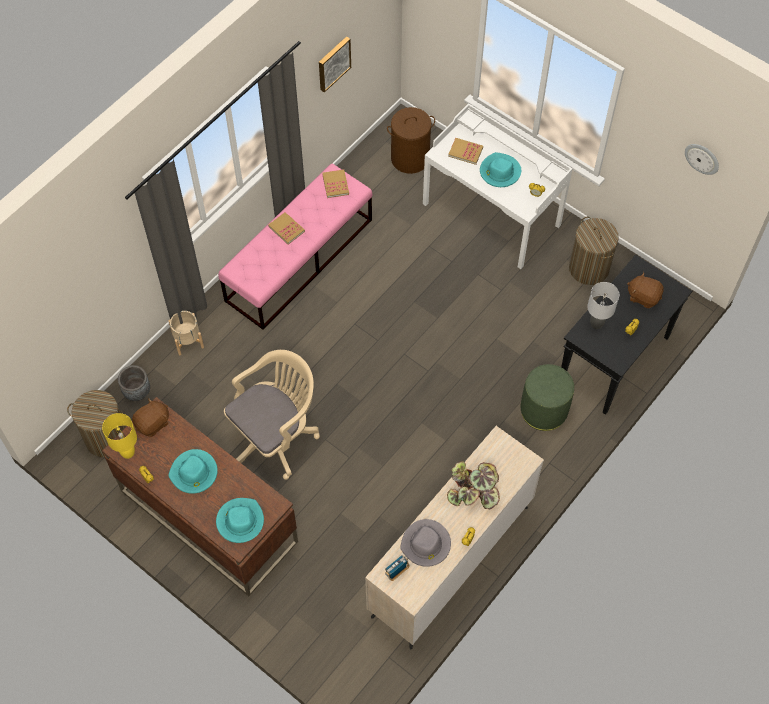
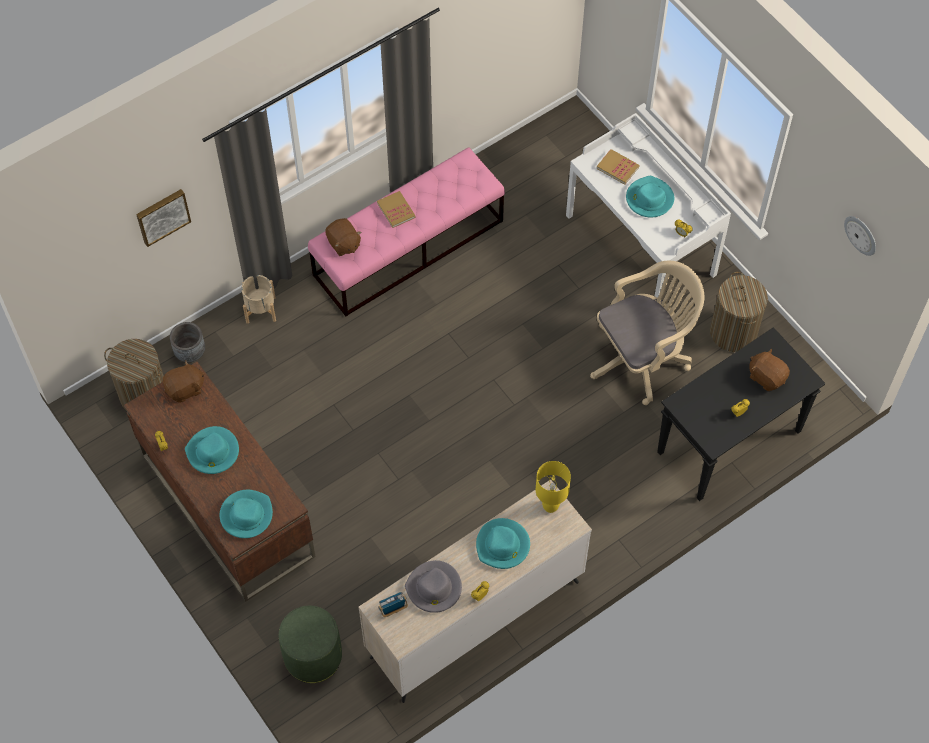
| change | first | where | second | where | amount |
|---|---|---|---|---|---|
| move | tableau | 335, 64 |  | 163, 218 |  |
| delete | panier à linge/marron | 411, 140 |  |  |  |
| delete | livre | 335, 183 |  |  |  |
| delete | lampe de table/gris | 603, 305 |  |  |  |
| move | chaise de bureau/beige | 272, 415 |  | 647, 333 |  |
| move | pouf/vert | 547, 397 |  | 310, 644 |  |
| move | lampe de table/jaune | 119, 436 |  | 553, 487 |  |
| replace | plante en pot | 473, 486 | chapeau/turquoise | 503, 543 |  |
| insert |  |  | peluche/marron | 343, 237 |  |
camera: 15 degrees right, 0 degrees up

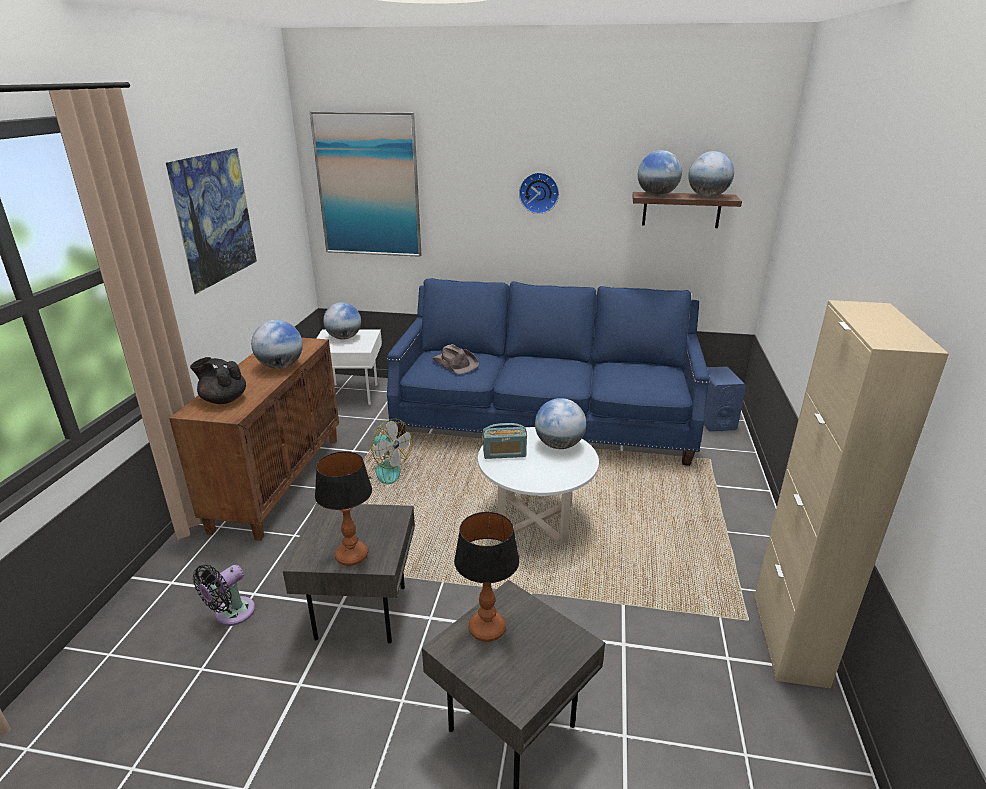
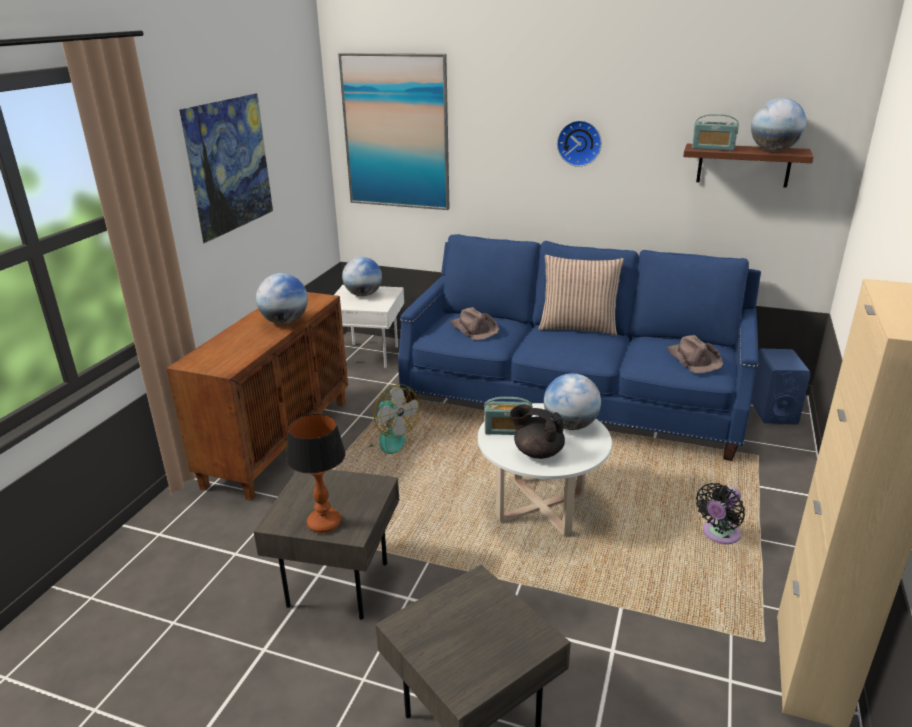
| change | first | where | second | where | amount |
|---|---|---|---|---|---|
| replace | globe | 660, 173 | radio | 715, 132 |  |
| move | théière/noir | 218, 380 |  | 537, 432 |  |
| delete | lampe de table | 487, 577 |  |  |  |
| move | ventilateur/noir | 224, 595 |  | 720, 513 |  |
| insert |  |  | coussin | 581, 295 |  |
| insert |  |  | chapeau/marron | 695, 354 |  |
camera: 10 degrees right, 0 degrees up

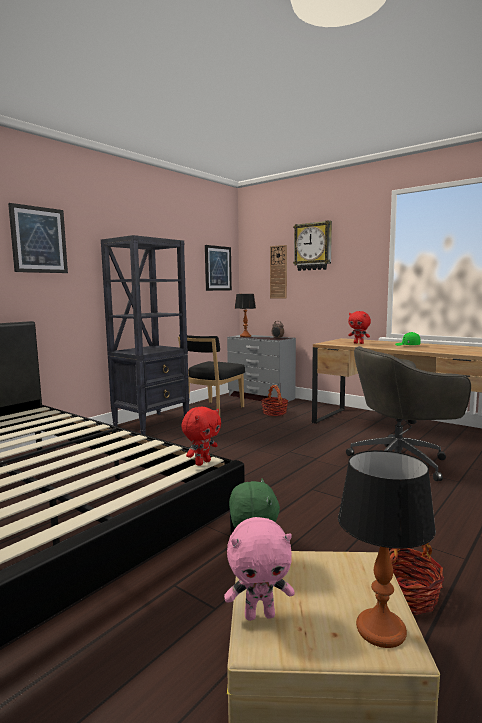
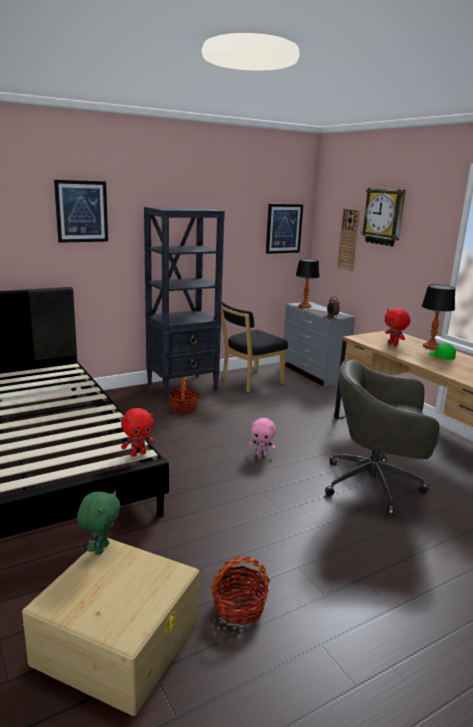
| change | first | where | second | where | amount |
|---|---|---|---|---|---|
| move | panier | 274, 400 |  | 183, 395 |  |
| move | lampe de table | 387, 549 |  | 438, 317 |  |
| move | peluche/rose | 259, 569 |  | 262, 437 |  |
camera: 20 degrees right, 10 degrees up

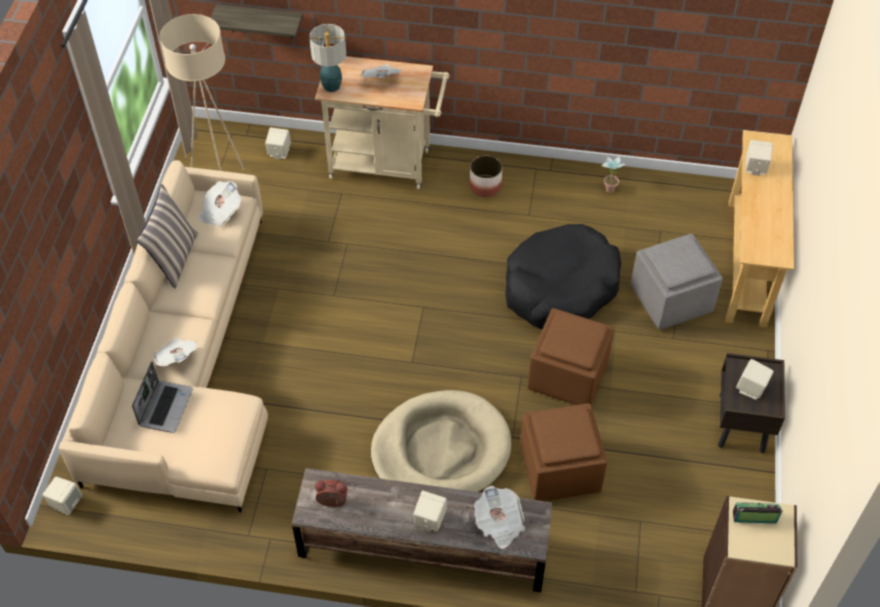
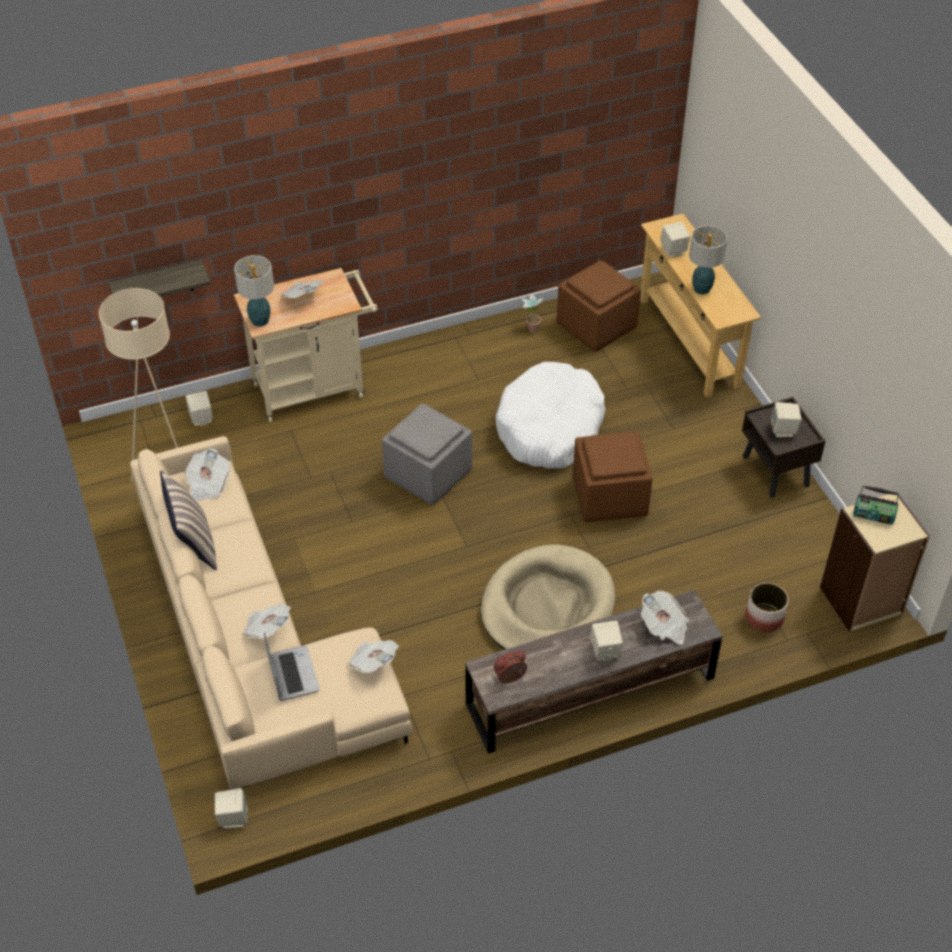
| change | first | where | second | where | amount |
|---|---|---|---|---|---|
| move | cache-pot | 485, 176 |  | 766, 607 |  |
| recolor | panier pour chien/noir | 563, 276 | panier pour chien/blanc | 550, 415 |  |
| move | pouf/gris | 676, 282 |  | 427, 454 |  |
| move | pouf/marron | 563, 452 |  | 599, 306 |  |
| rotate | radio | 758, 513 |  | 876, 505 | 135 degrees counterclockwise |
| insert |  |  | lampe de table | 708, 260 |  |
| insert |  |  | journal | 373, 656 |  |
camera: 30 degrees left, 5 degrees down

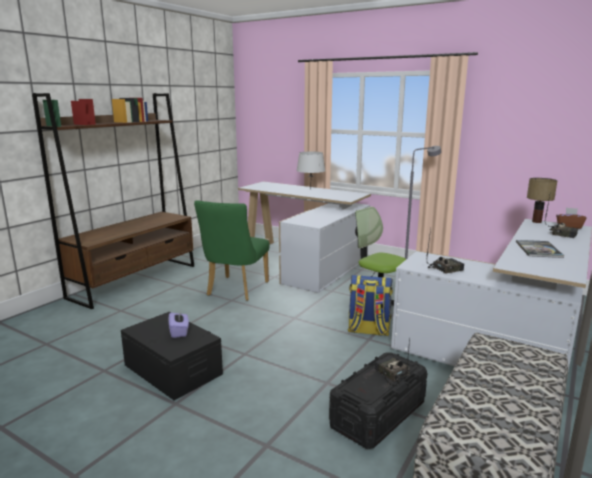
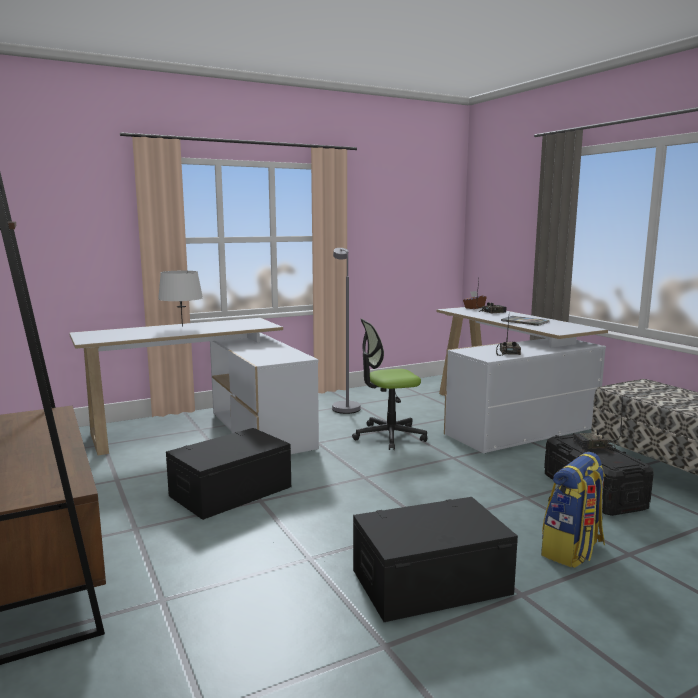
| change | first | where | second | where | amount |
|---|---|---|---|---|---|
| delete | lampe de table | 542, 200 |  |  |  |
| replace | chaise/vert | 232, 250 | boîte de rangement/noir | 228, 474 |  |
| move | sac à dos | 370, 305 |  | 573, 510 |  |
| delete | boîte à mouchoirs/violet | 179, 324 |  |  |  |
camera: 60 degrees left, 5 degrees down

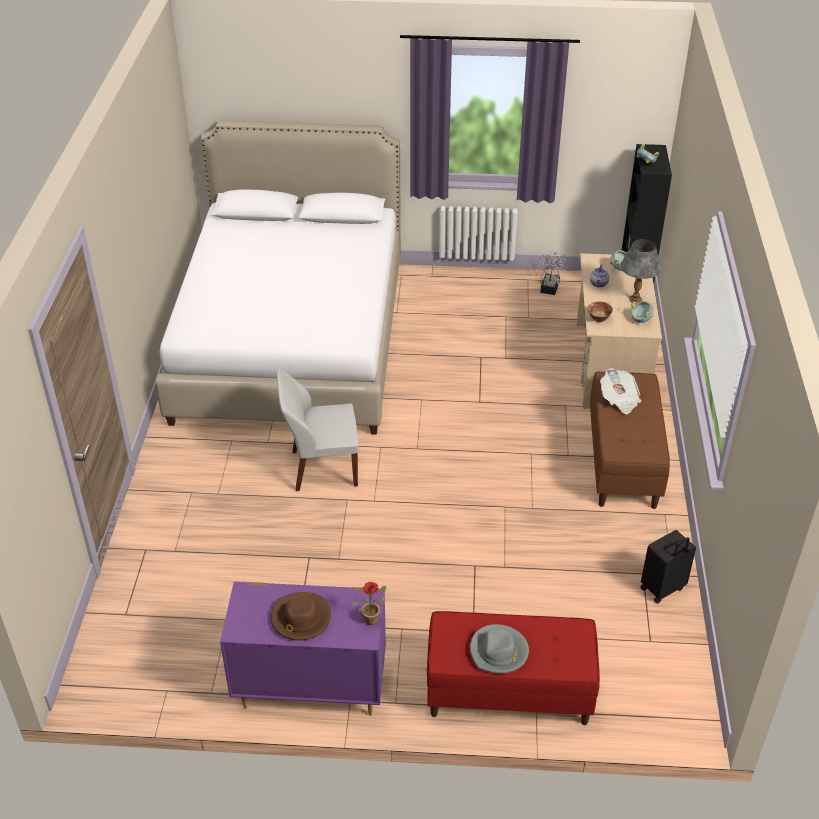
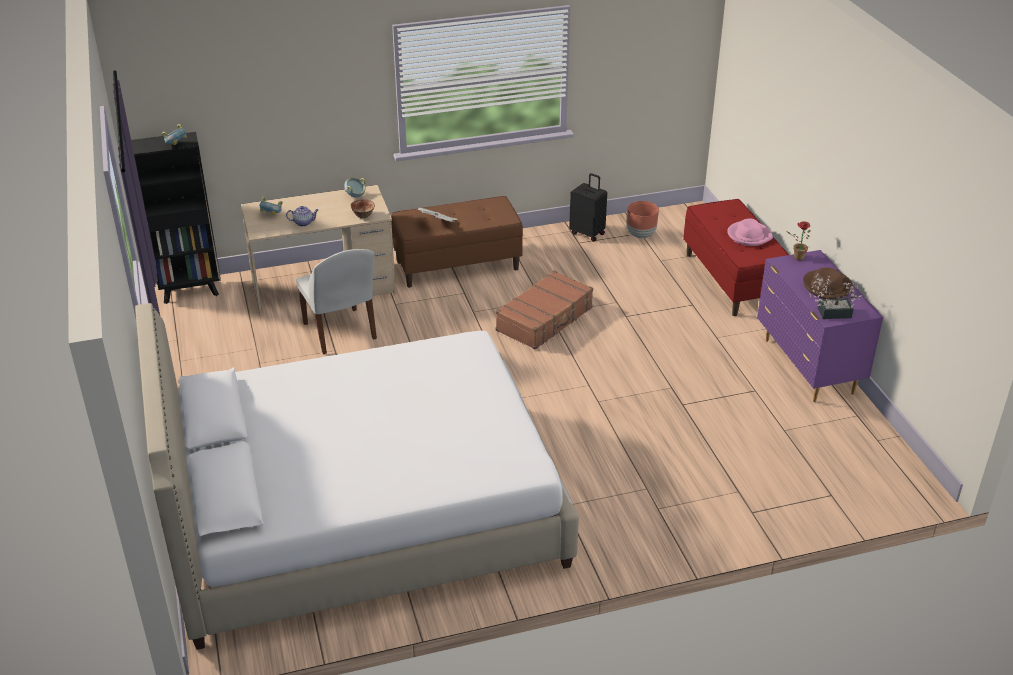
| change | first | where | second | where | amount |
|---|---|---|---|---|---|
| delete | lampe de table/gris | 640, 271 |  |  |  |
| move | plante en pot | 553, 273 |  | 835, 296 |  |
| move | chaise/blanc | 317, 429 |  | 336, 301 |  |
| recolor | chapeau/gris | 499, 649 | chapeau/rose | 750, 232 |  |
| insert |  |  | cache-pot/marron | 643, 219 |  |
| insert |  |  | valise/marron | 544, 310 |  |
camera: 110 degrees left, 5 degrees down

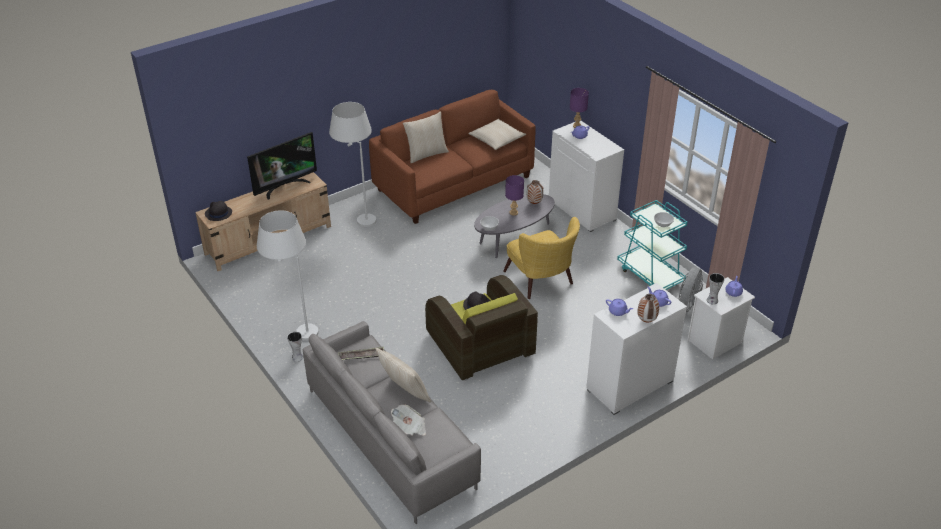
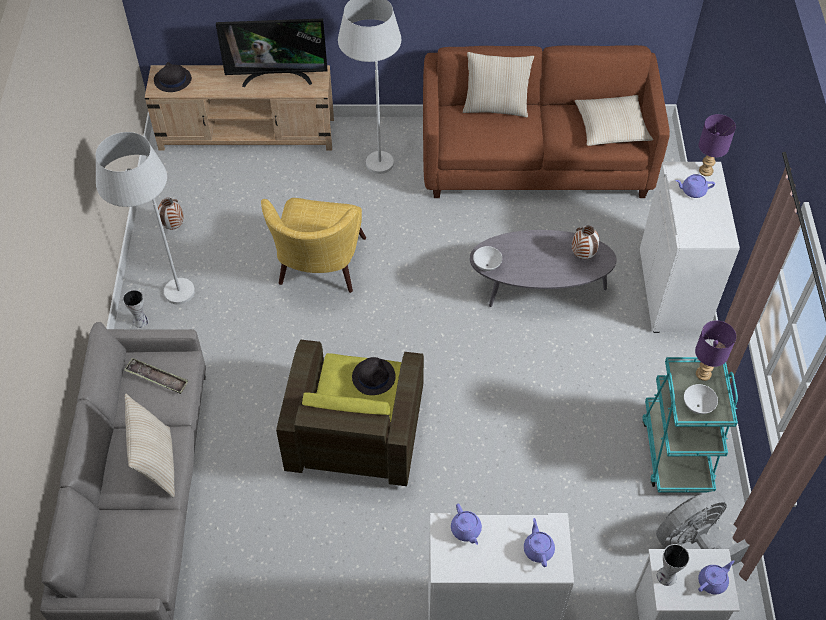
| change | first | where | second | where | amount |
|---|---|---|---|---|---|
| move | lampe de table/violet | 514, 195 |  | 715, 351 |  |
| move | fauteuil/jaune | 541, 258 |  | 313, 245 |  |
| move | vase | 648, 308 |  | 171, 213 |  |
| delete | journal | 408, 420 |  |  |  |
camera: 35 degrees right, 15 degrees up

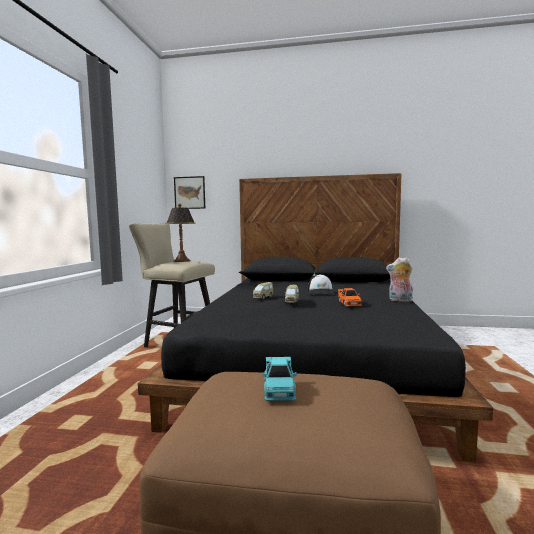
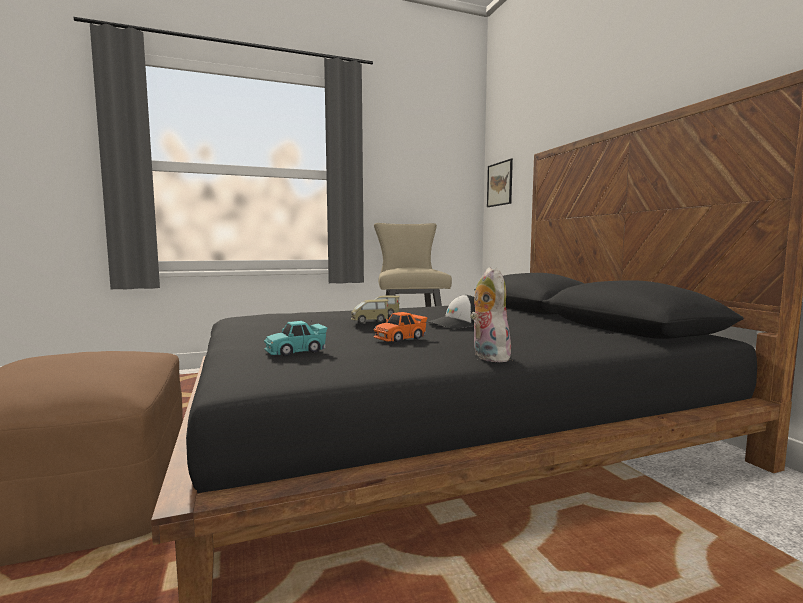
| change | first | where | second | where | amount |
|---|---|---|---|---|---|
| delete | lampe de table | 180, 233 |  |  |  |
| move | petite voiture/turquoise | 279, 379 |  | 296, 338 |  |
camera: 60 degrees right, 0 degrees up

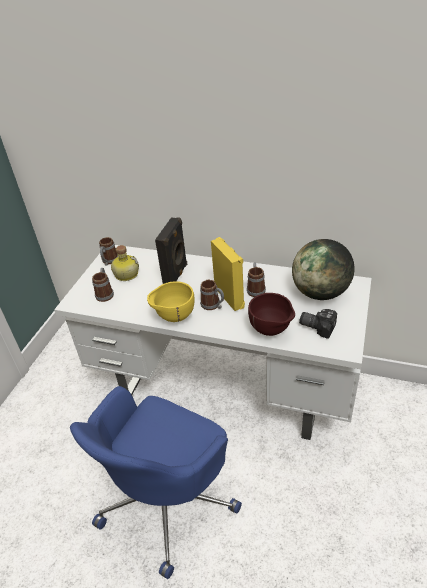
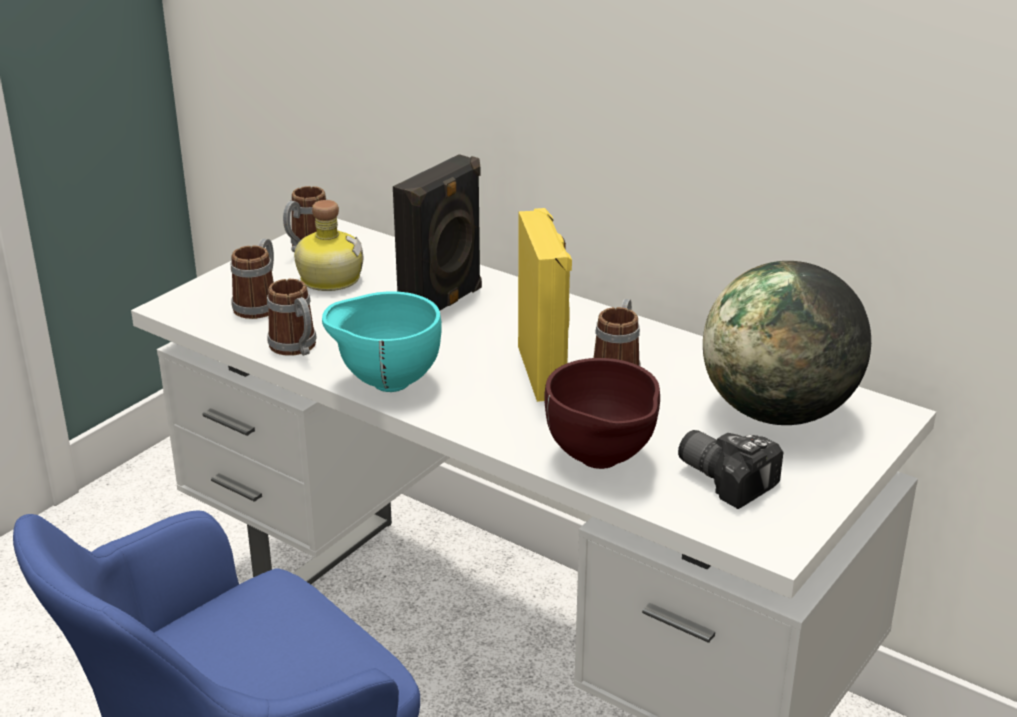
| change | first | where | second | where | amount |
|---|---|---|---|---|---|
| move | mug | 212, 295 |  | 292, 317 |  |
| recolor | bol/jaune | 170, 301 | bol/turquoise | 382, 341 |  |
camera: 15 degrees right, 10 degrees down

